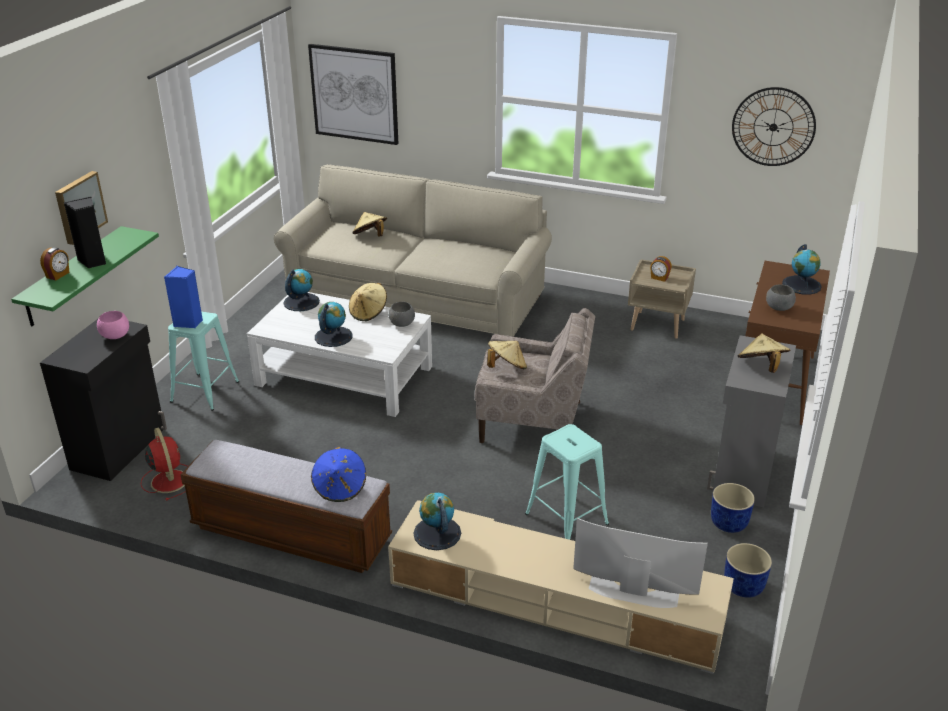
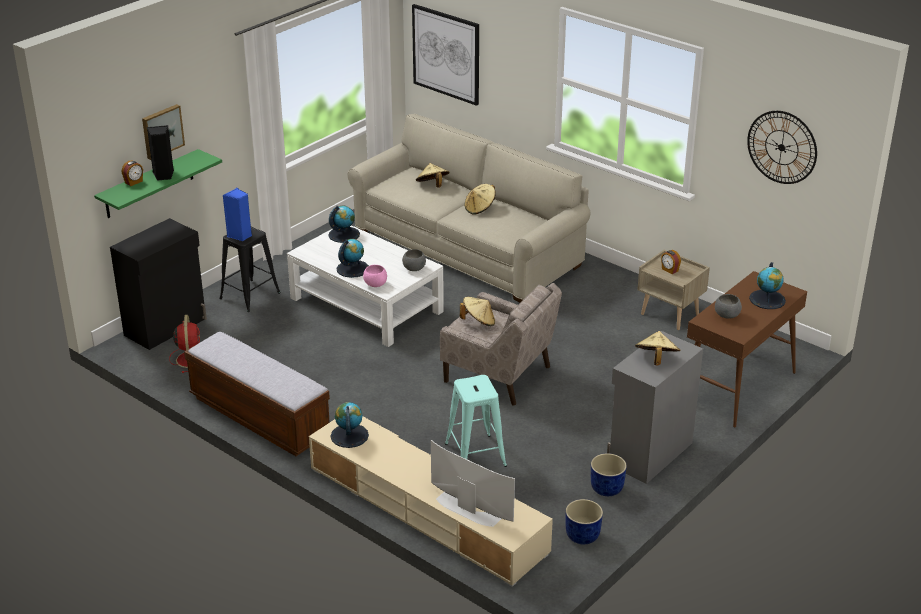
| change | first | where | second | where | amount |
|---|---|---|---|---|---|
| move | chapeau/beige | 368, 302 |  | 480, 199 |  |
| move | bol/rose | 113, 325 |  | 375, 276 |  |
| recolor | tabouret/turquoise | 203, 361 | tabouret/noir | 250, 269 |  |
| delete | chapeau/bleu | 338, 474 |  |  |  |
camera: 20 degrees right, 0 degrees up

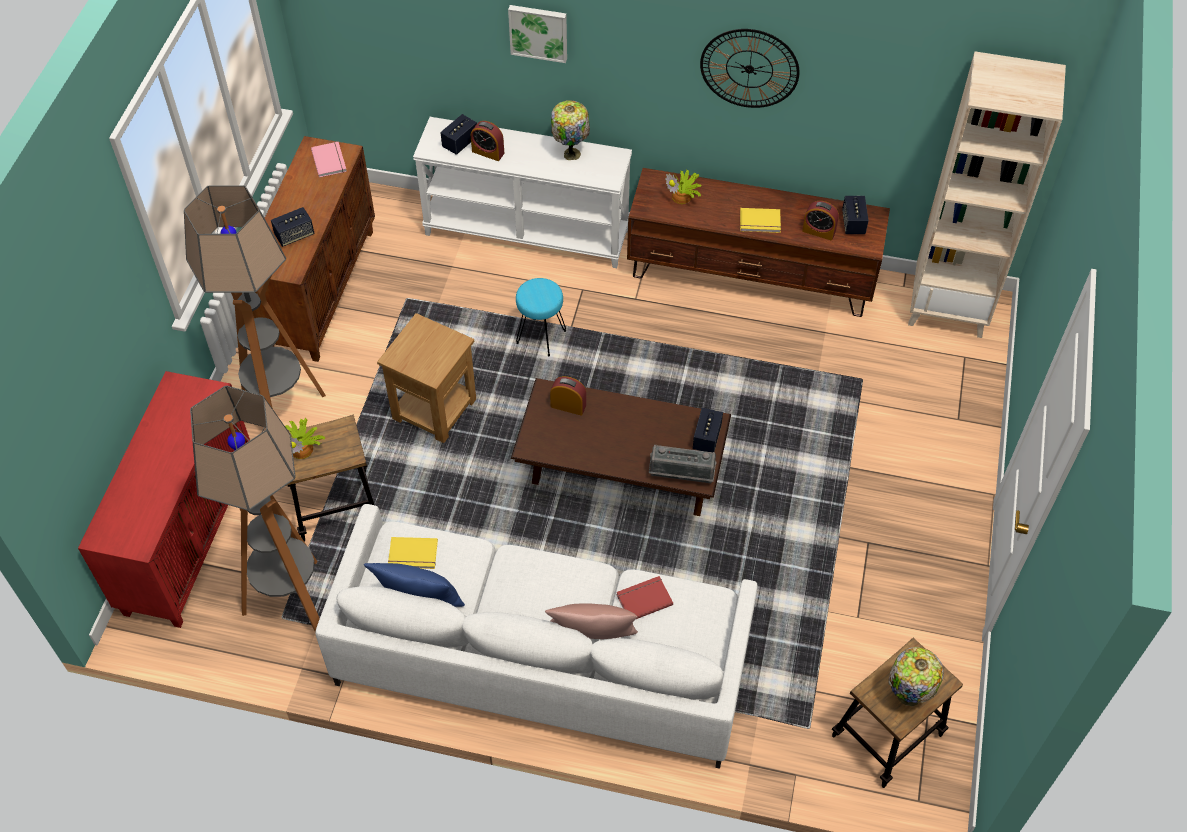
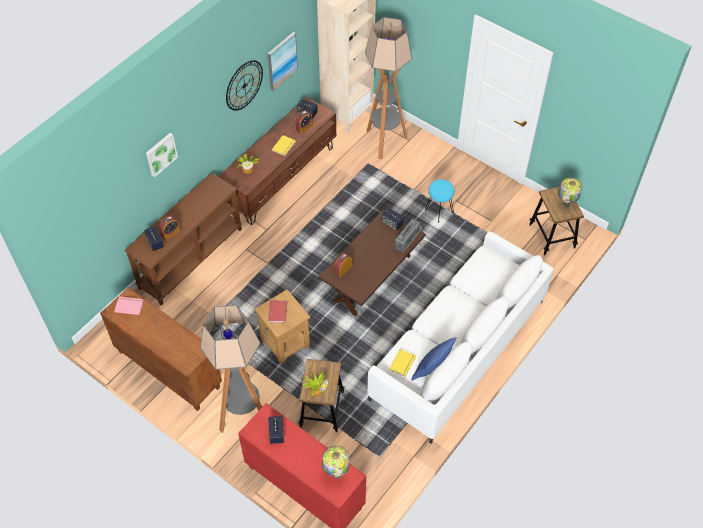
| change | first | where | second | where | amount |
|---|---|---|---|---|---|
| move | lampe de table | 570, 130 |  | 336, 462 |  |
| recolor | table console/blanc | 522, 192 | table console/marron | 183, 239 |  |
| move | enceinte | 293, 227 |  | 276, 430 |  |
| move | tabouret/turquoise | 541, 317 |  | 439, 201 |  |
| move | lampadaire | 255, 509 |  | 388, 88 |  |
| move | livre/rouge | 644, 597 |  | 277, 311 |  |
| delete | coussin/rose | 591, 621 |  |  |  |
| insert |  |  | tableau | 282, 61 |  |
camera: 65 degrees left, 0 degrees up

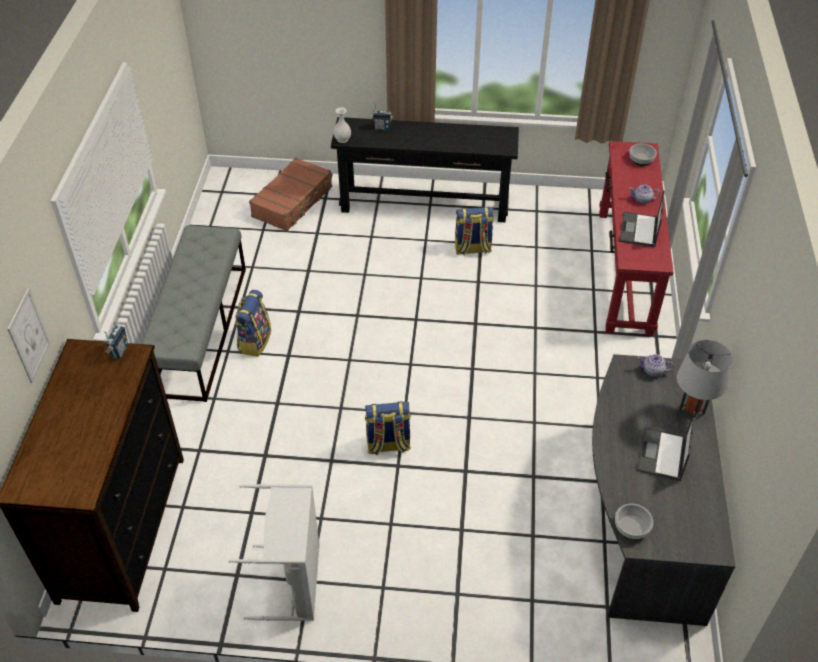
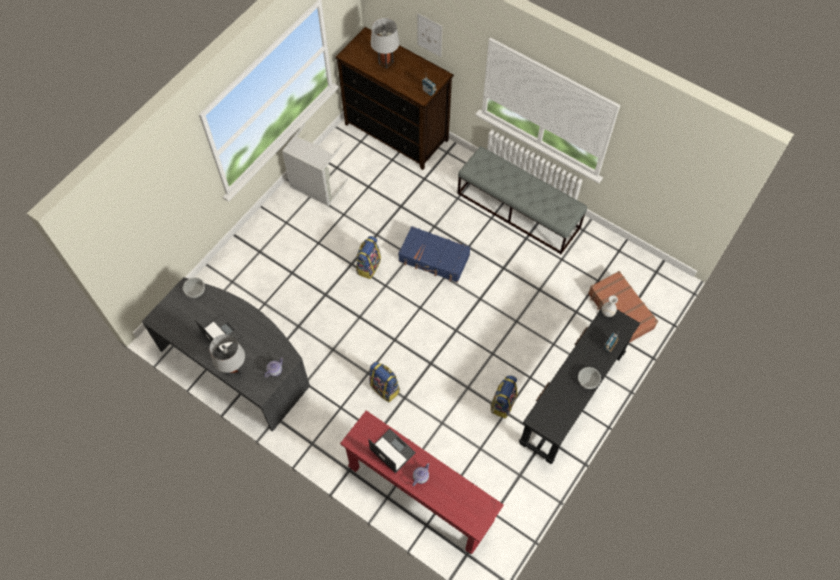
| change | first | where | second | where | amount |
|---|---|---|---|---|---|
| move | bol | 643, 155 |  | 589, 378 |  |
| move | sac à dos | 253, 323 |  | 384, 382 |  |
| insert |  |  | lampe de table/gris | 385, 43 |  |
| insert |  |  | valise/bleu | 434, 254 |  |
camera: 120 degrees right, 15 degrees up

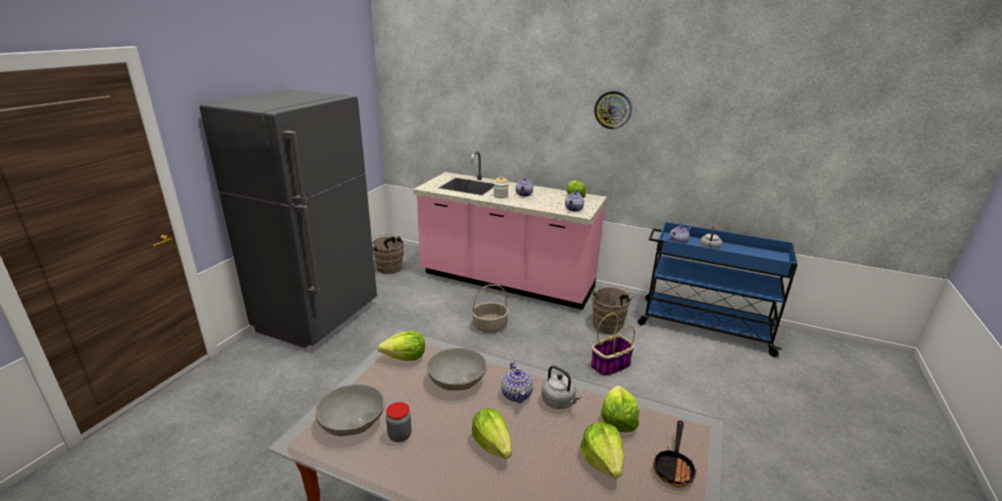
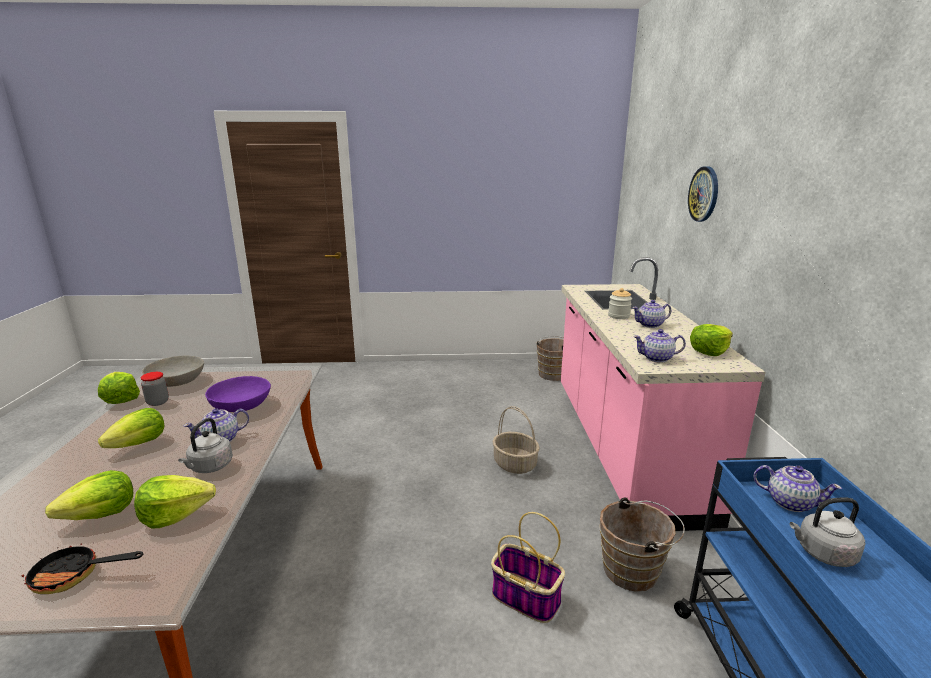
| change | first | where | second | where | amount |
|---|---|---|---|---|---|
| delete | réfrigérateur/gris | 288, 218 |  |  |  |
| move | horloge murale | 613, 110 |  | 703, 194 |  |
| move | laitue | 401, 345 |  | 119, 388 |  |
| recolor | bol/gris | 457, 369 | bol/violet | 238, 394 |  |
camera: 65 degrees right, 5 degrees down

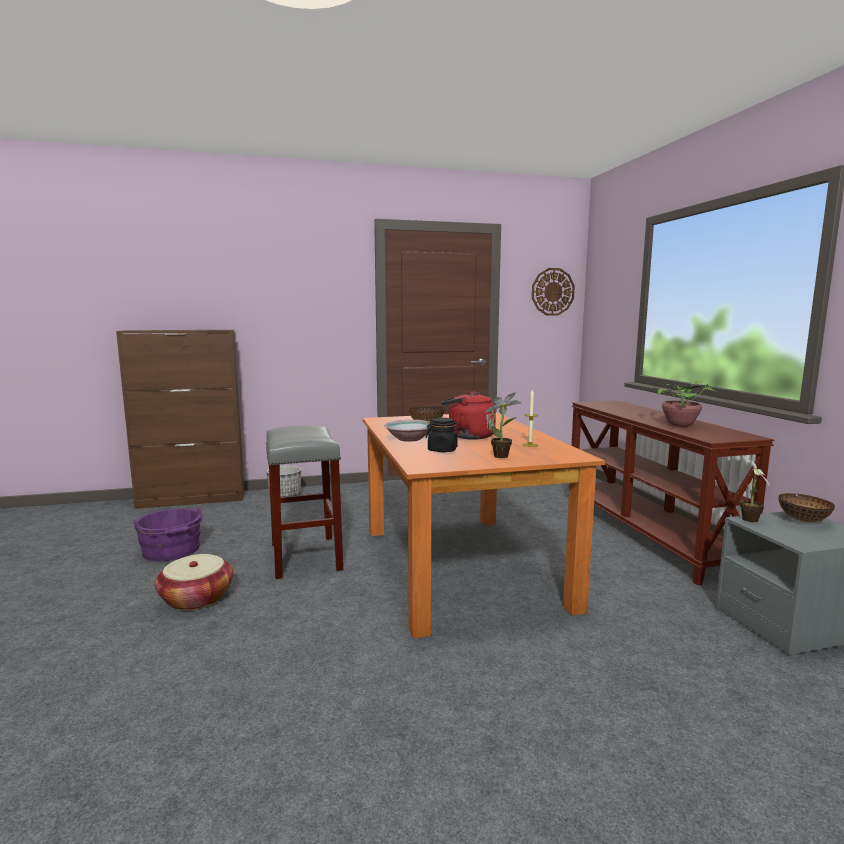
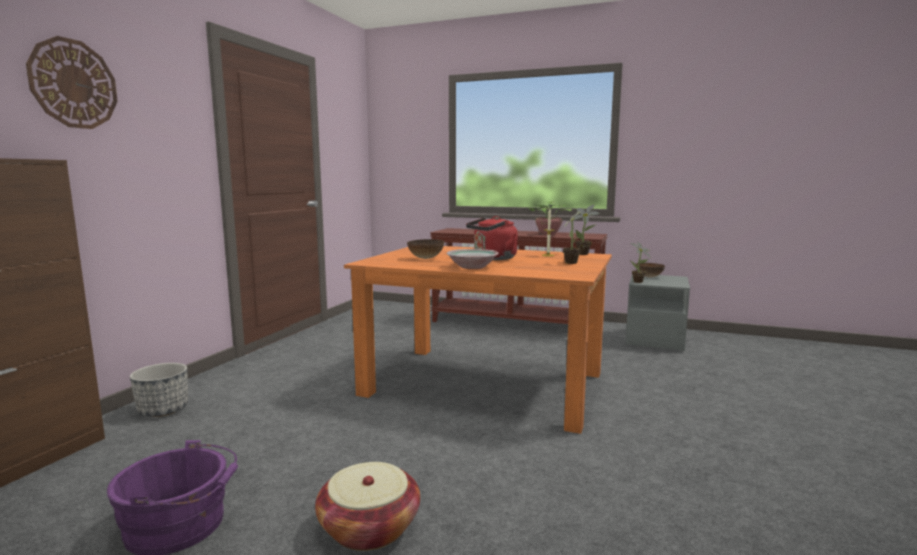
| change | first | where | second | where | amount |
|---|---|---|---|---|---|
| move | horloge murale | 553, 292 |  | 72, 82 |  |
| delete | bocal/noir | 443, 435 |  |  |  |
| delete | tabouret/gris | 304, 502 |  |  |  |
| insert |  |  | plante en pot | 587, 230 |  |
camera: 55 degrees left, 0 degrees up

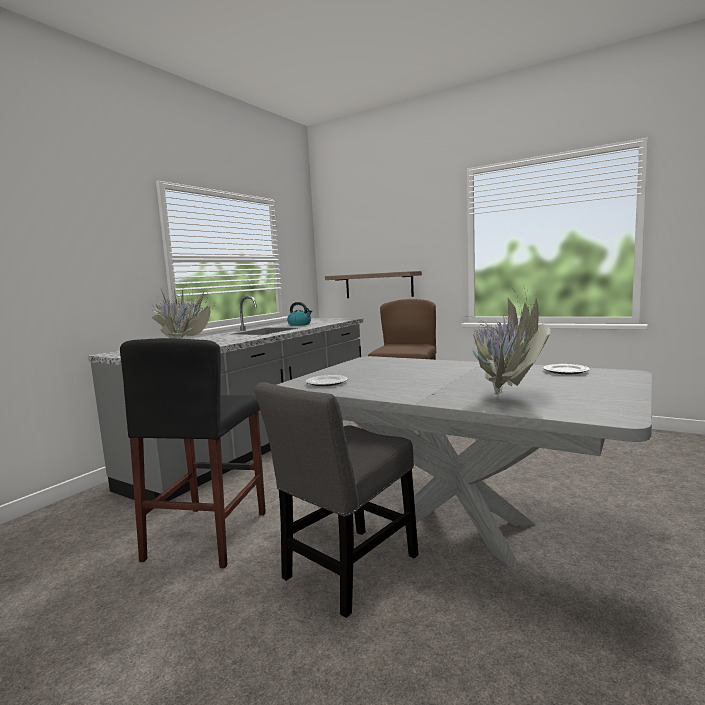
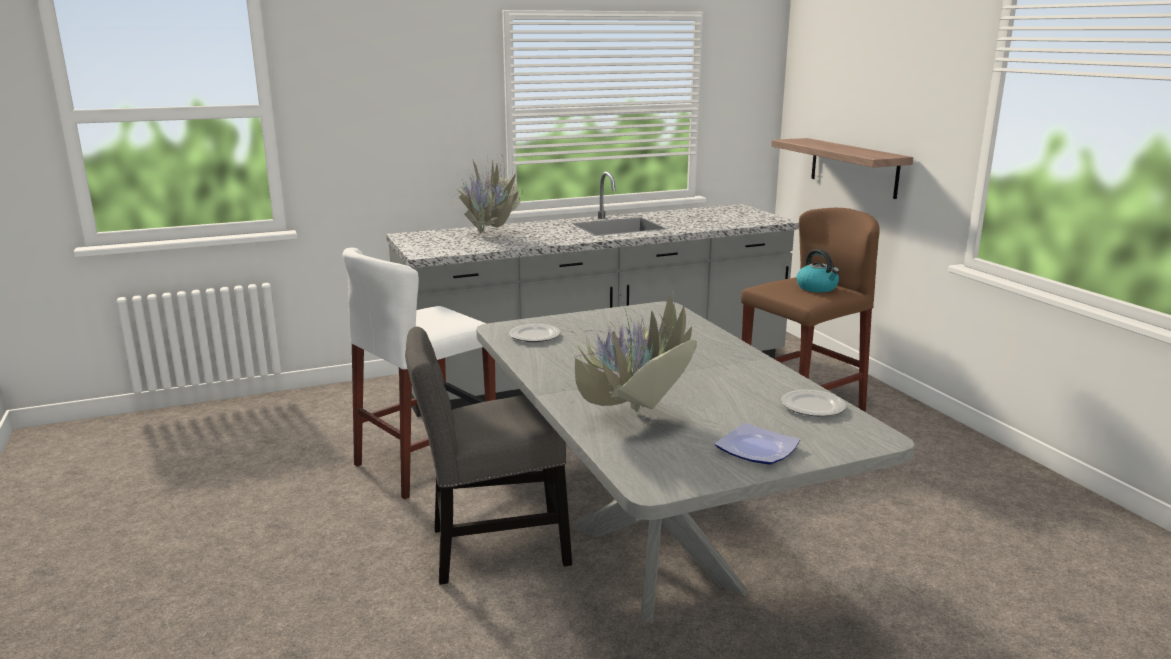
| change | first | where | second | where | amount |
|---|---|---|---|---|---|
| move | bouilloire | 299, 314 |  | 818, 270 |  |
| recolor | tabouret/noir | 193, 453 | tabouret/blanc | 419, 373 |  |
| insert |  |  | assiette | 757, 444 |  |
camera: 35 degrees right, 10 degrees up

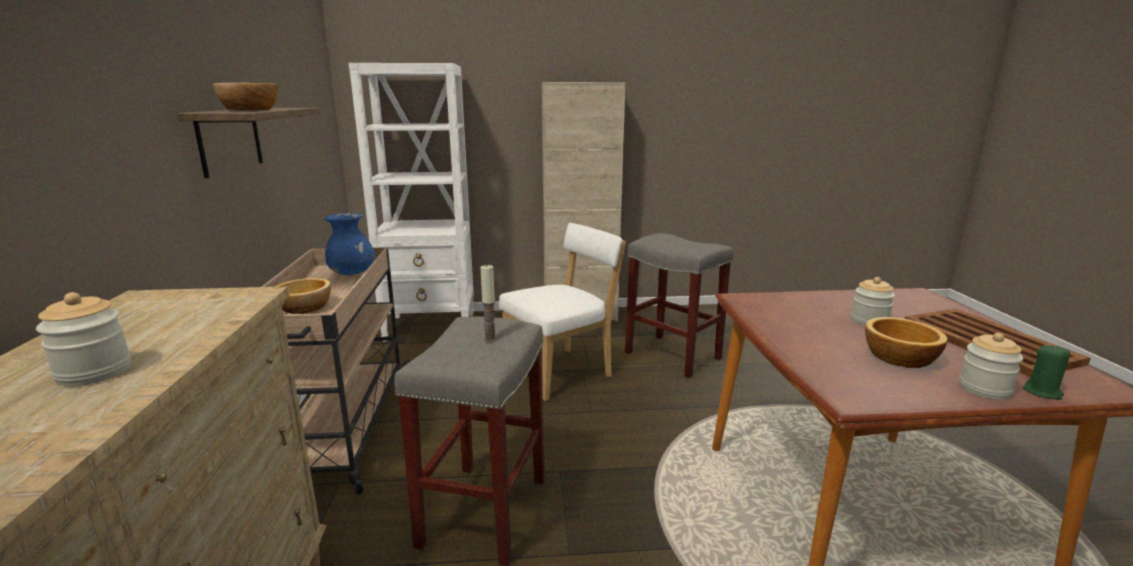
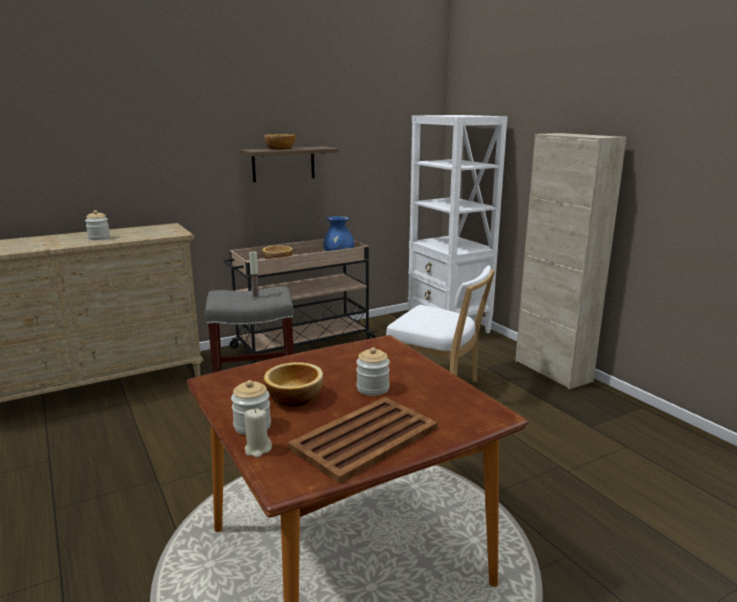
| change | first | where | second | where | amount |
|---|---|---|---|---|---|
| delete | tabouret/gris | 679, 305 |  |  |  |
| recolor | bougie/vert | 1046, 372 | bougie/beige | 258, 433 |  |
camera: 65 degrees right, 0 degrees up

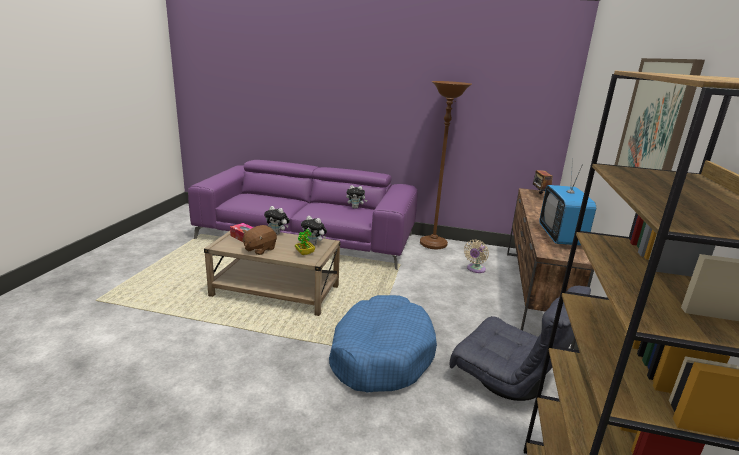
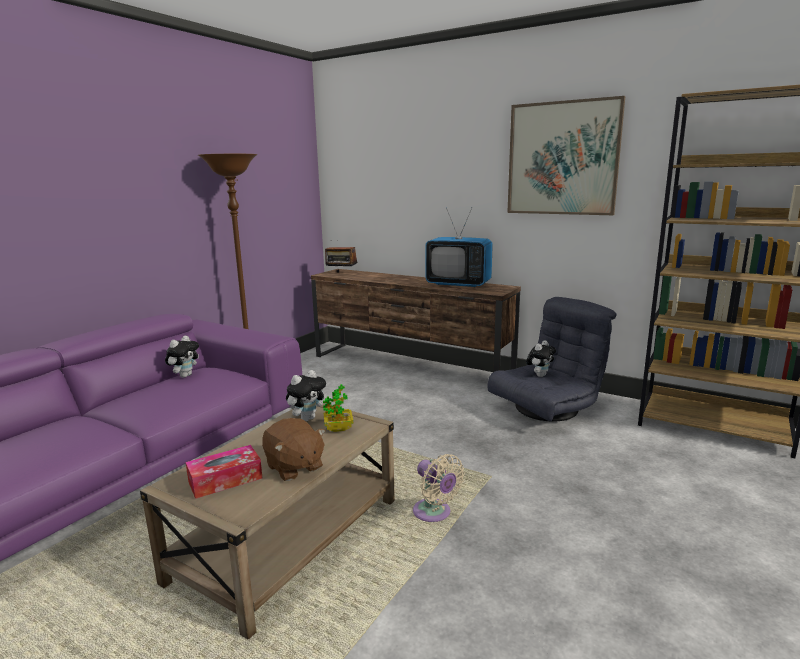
| change | first | where | second | where | amount |
|---|---|---|---|---|---|
| move | peluche | 277, 220 |  | 541, 358 |  |
| move | ventilateur/beige | 476, 256 |  | 439, 488 |  |
| delete | panier pour chien/bleu | 383, 344 |  |  |  |
camera: 70 degrees left, 5 degrees down

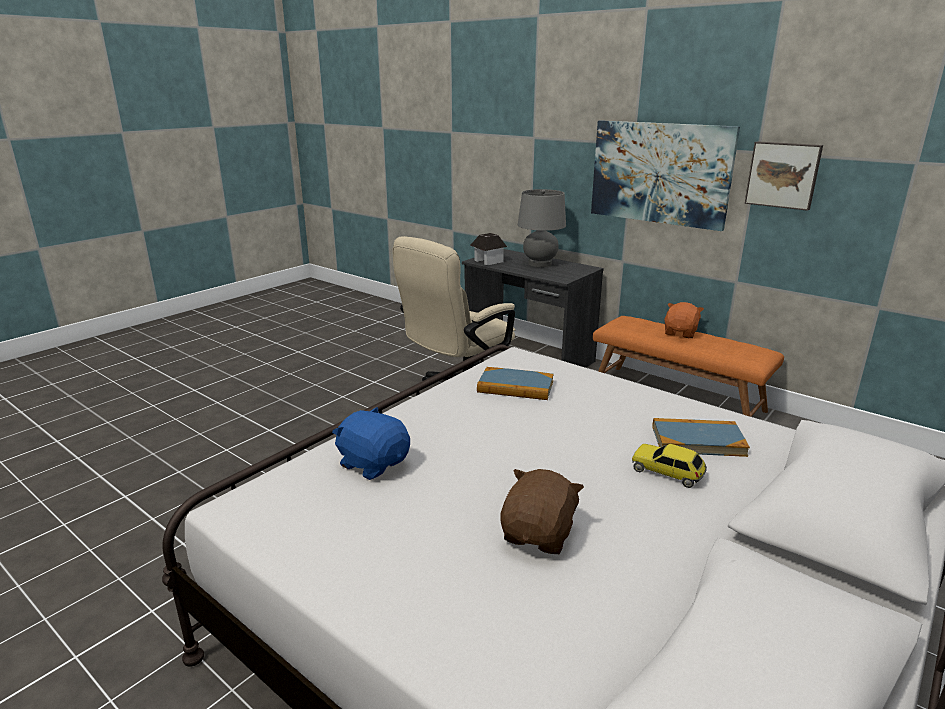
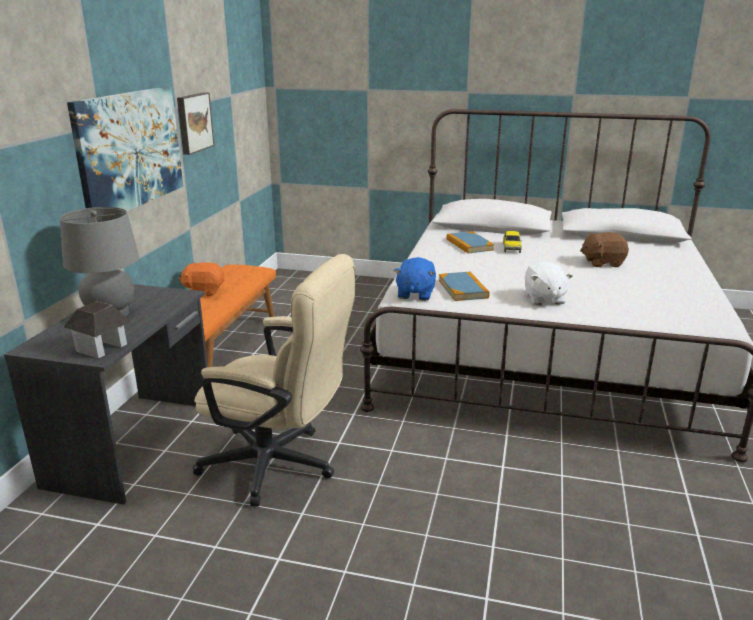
| change | first | where | second | where | amount |
|---|---|---|---|---|---|
| move | peluche/bleu | 371, 443 |  | 415, 279 |  |
| insert |  |  | peluche/blanc | 549, 283 |  |
camera: 115 degrees left, 0 degrees up

